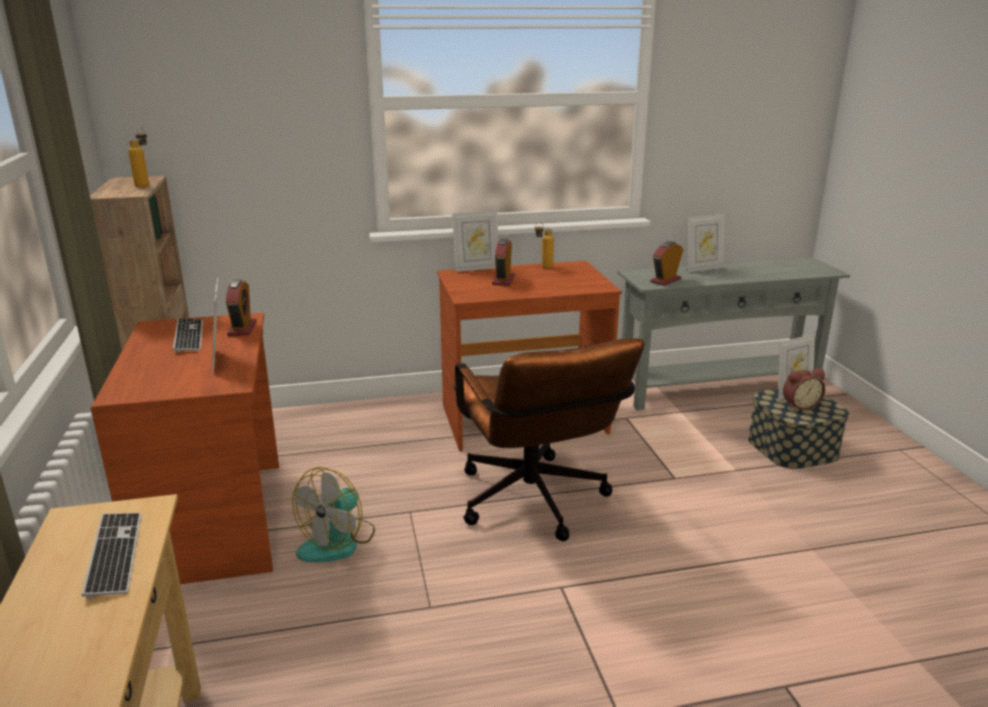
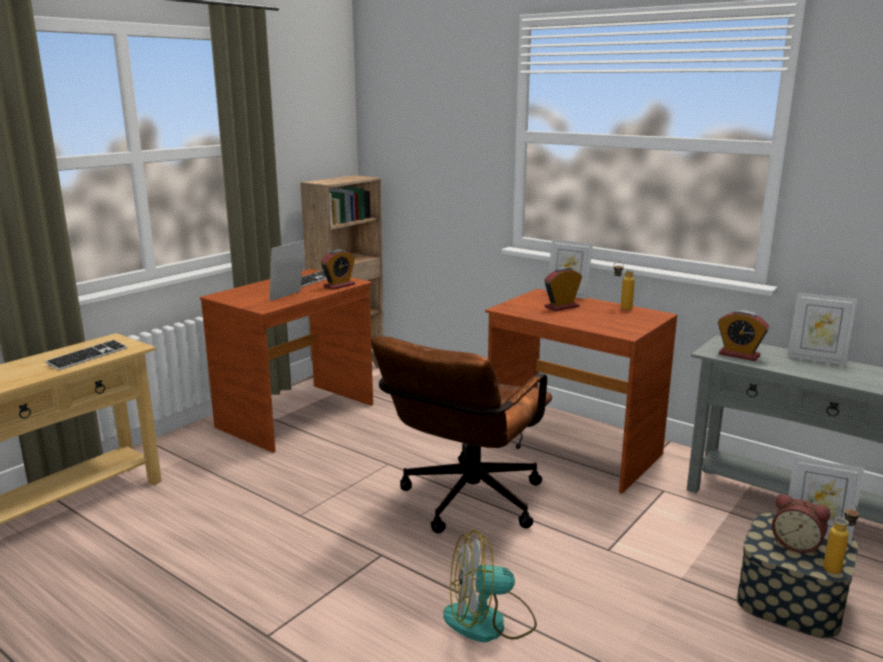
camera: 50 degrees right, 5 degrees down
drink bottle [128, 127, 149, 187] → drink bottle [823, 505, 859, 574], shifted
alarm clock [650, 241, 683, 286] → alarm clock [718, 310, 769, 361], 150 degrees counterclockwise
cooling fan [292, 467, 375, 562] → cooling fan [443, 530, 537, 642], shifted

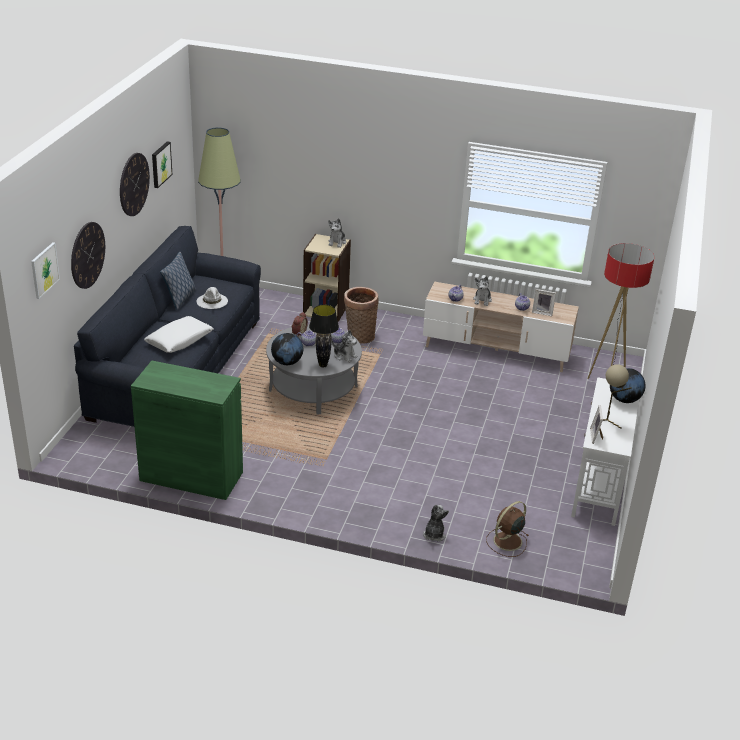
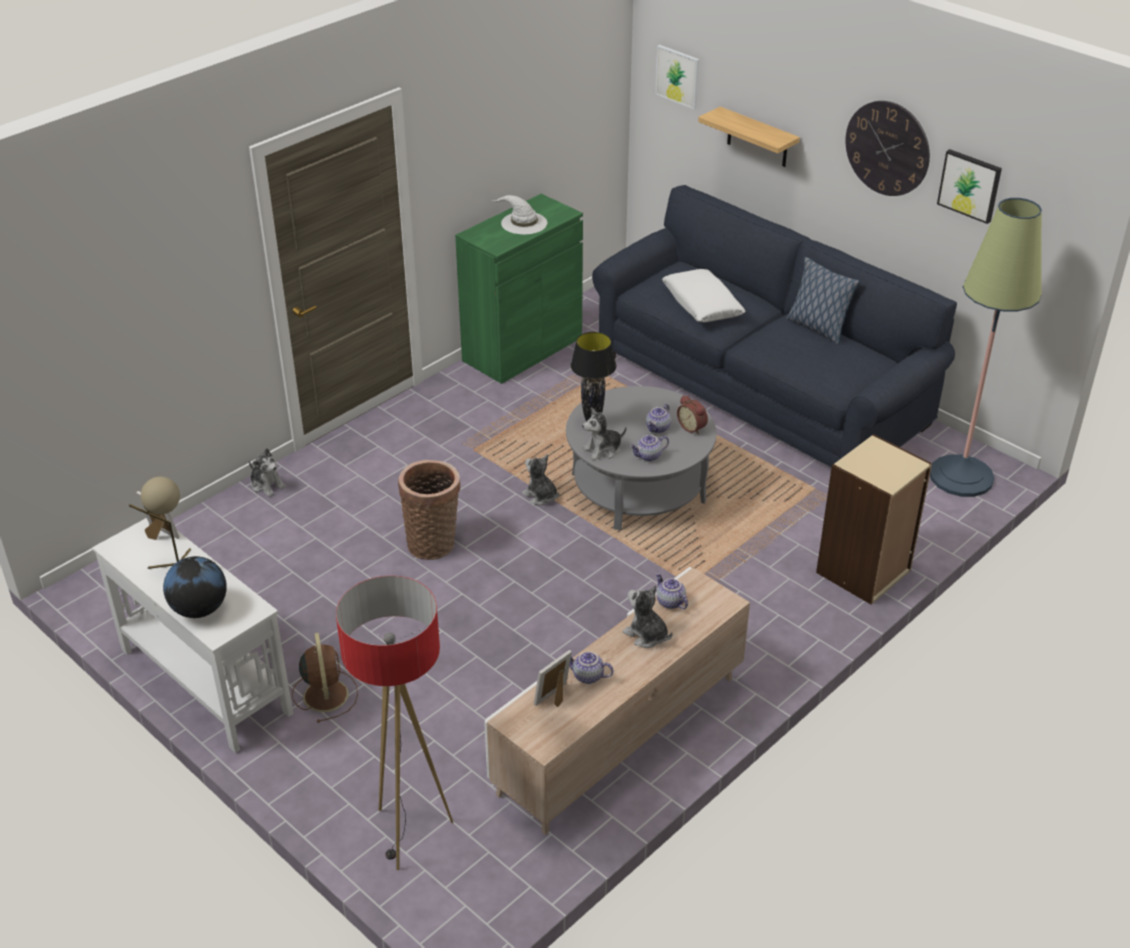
camera: 120 degrees right, 5 degrees up
cuddly toy [328, 218, 346, 248] → cuddly toy [522, 454, 559, 505], shifted
hanging clock [71, 222, 105, 289] → shelf [698, 107, 800, 167]
hat (white) [196, 287, 228, 309] → hat (white) [491, 195, 547, 235], shifted
household basket [344, 287, 379, 344] → household basket [398, 460, 460, 560], shifted
desk globe [271, 333, 303, 365] → -
cooling fan (brown-coloured) [486, 501, 528, 557] → cooling fan (brown-coloured) [292, 633, 358, 723], shifted

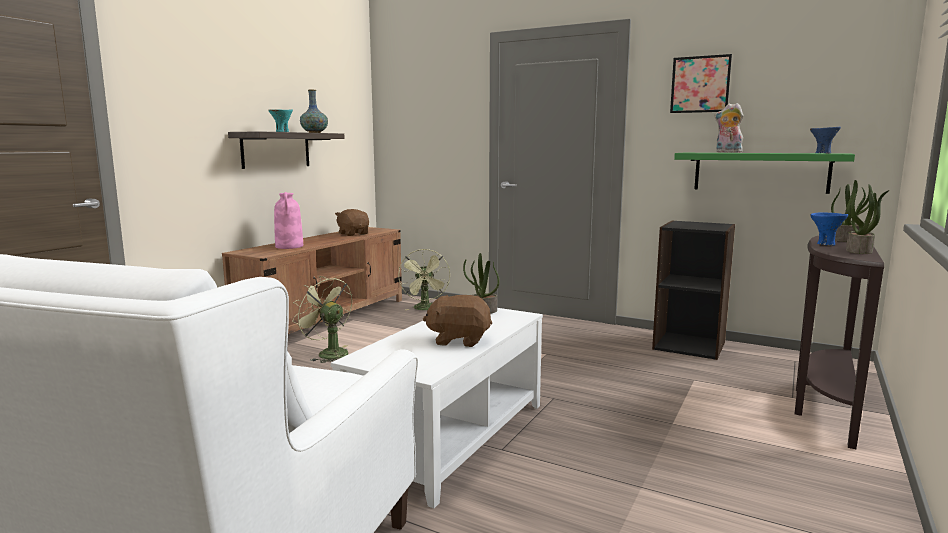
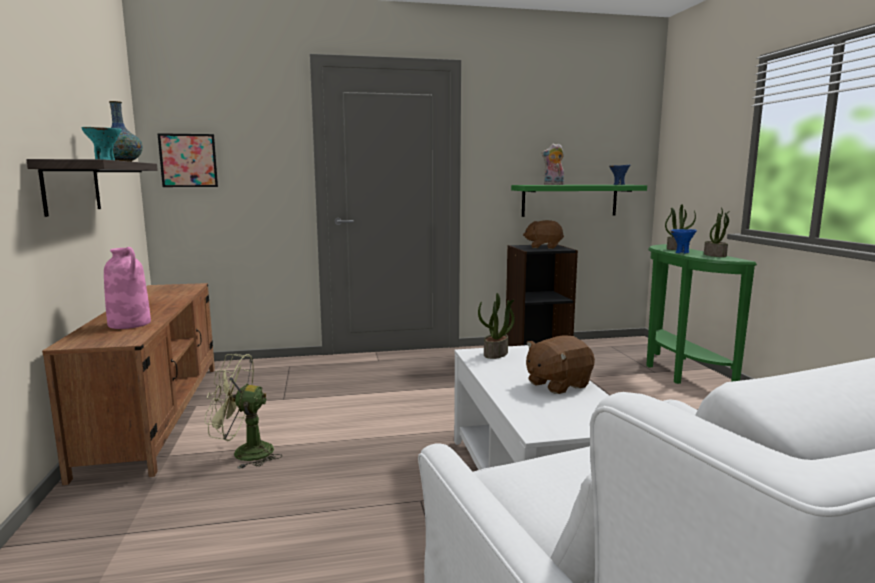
camera: 40 degrees left, 0 degrees up
picture [670, 54, 732, 113] → picture [157, 133, 218, 187], shifted
cuddly toy (brown-coloured) [335, 209, 369, 236] → cuddly toy (brown-coloured) [523, 220, 564, 249], shifted
narrow table (brown-coloured) [795, 236, 884, 449] → narrow table (green-coloured) [646, 244, 757, 384]
cooling fan (green-coloured) [398, 249, 450, 310] → -

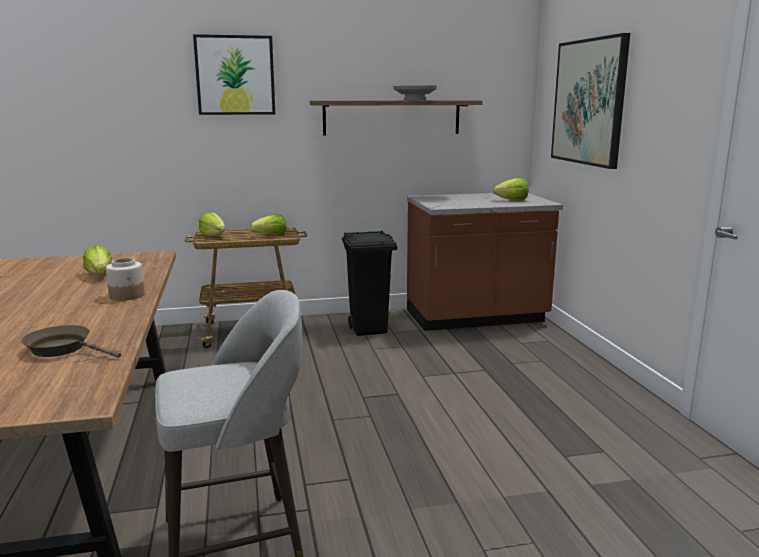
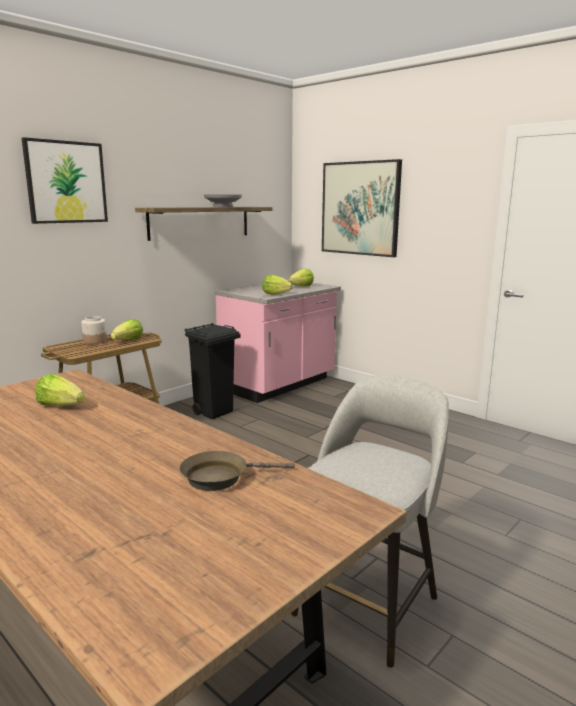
camera: 35 degrees left, 0 degrees up
kitchen base unit (brown-coloured) [407, 193, 563, 331] → kitchen base unit (pink) [215, 280, 341, 403]
lettuce [199, 212, 225, 237] → lettuce [262, 275, 293, 295], shifted
storage jar [106, 258, 145, 301] → storage jar [81, 316, 107, 344], shifted

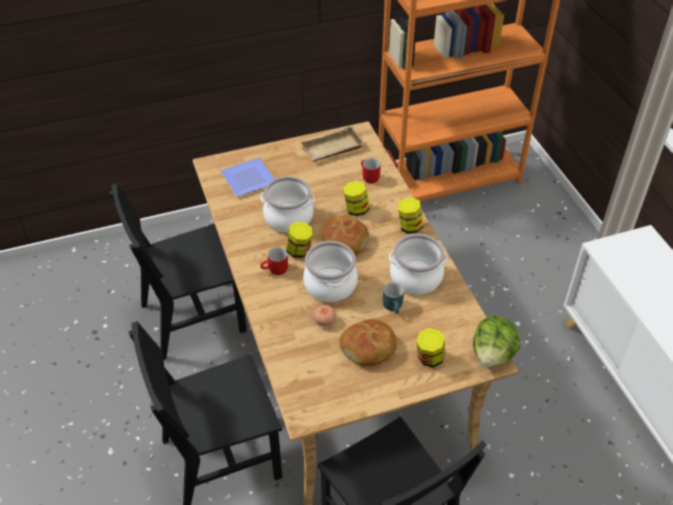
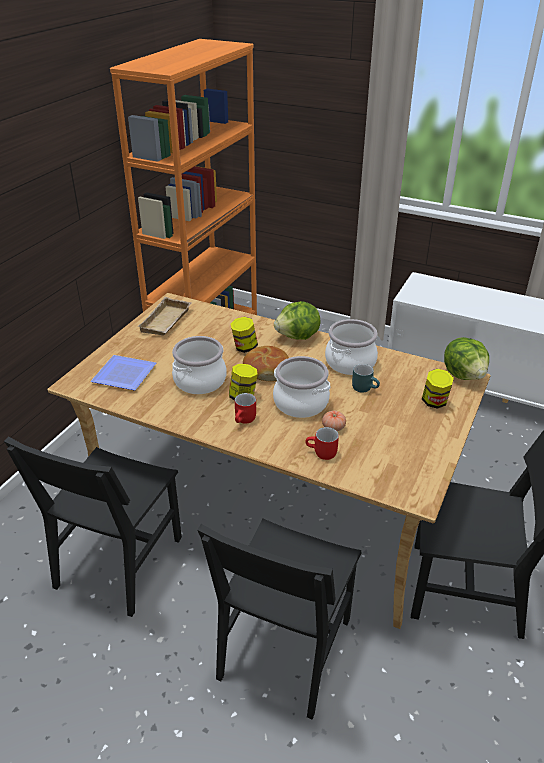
camera: 45 degrees left, 10 degrees down
coffee mug (reddish) [361, 158, 381, 183] → coffee mug (reddish) [305, 427, 339, 460], shifted
storage jar [398, 198, 423, 234] → lettuce [274, 301, 320, 340]
baked bread [340, 319, 396, 366] → -

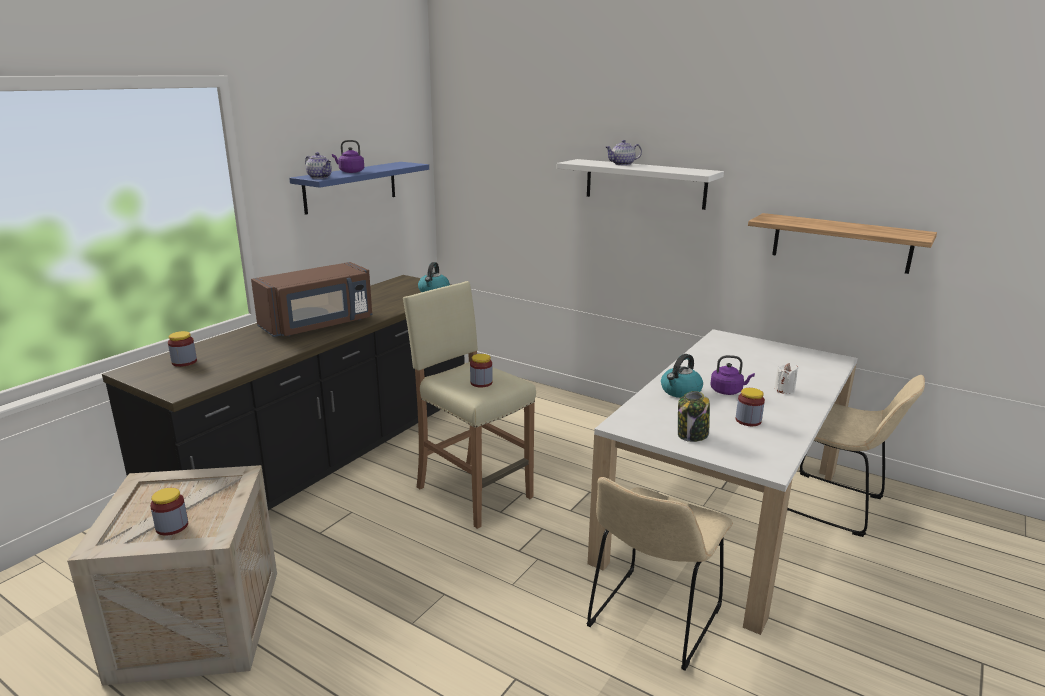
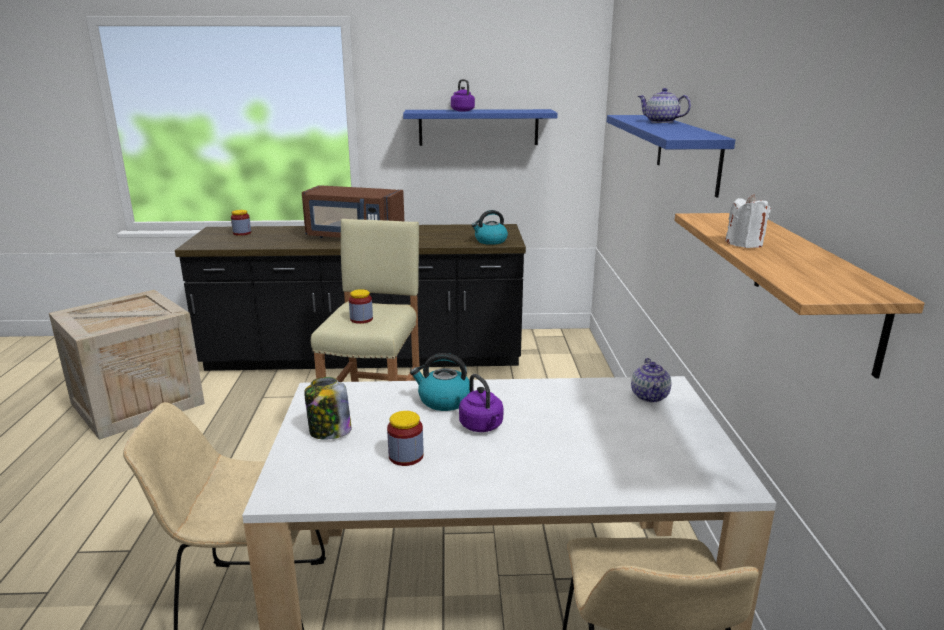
camera: 55 degrees right, 0 degrees up
pot for tea [305, 152, 332, 179] → pot for tea [631, 358, 671, 402], shifted
shelf (white) [557, 159, 724, 210] → shelf (bluish) [607, 115, 735, 198]
wax candle (white) [774, 363, 798, 394] → wax candle (white) [725, 194, 771, 248], shifted
storage jar [150, 488, 188, 536] → -

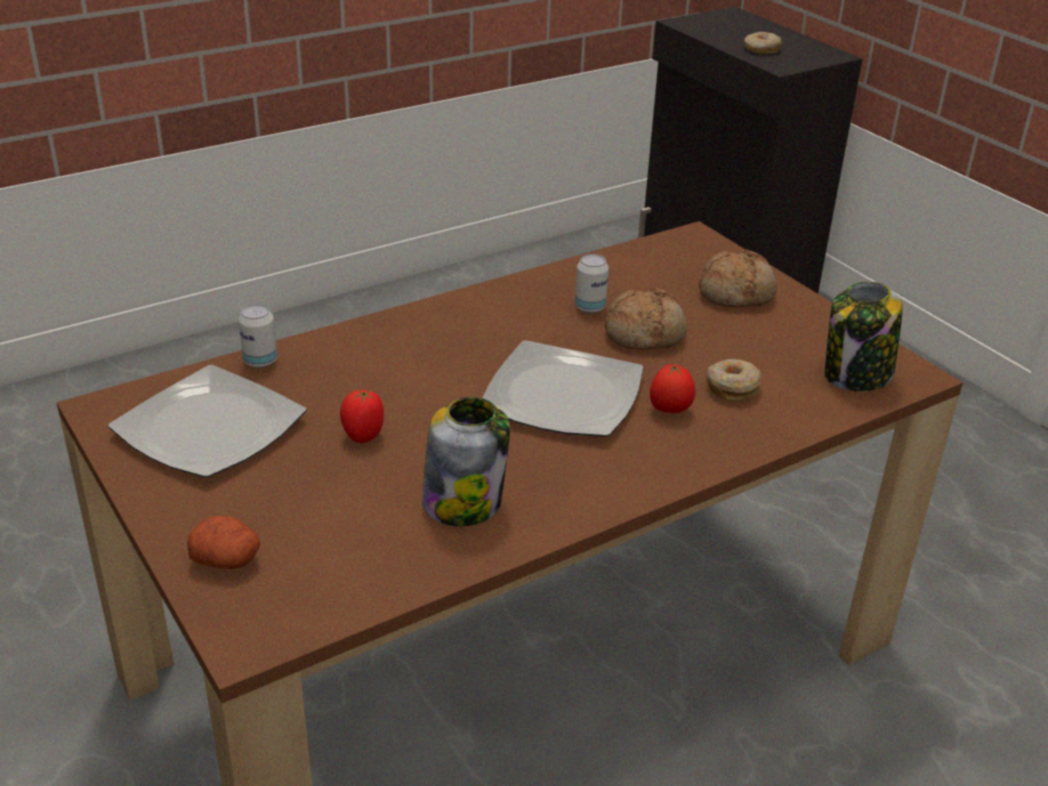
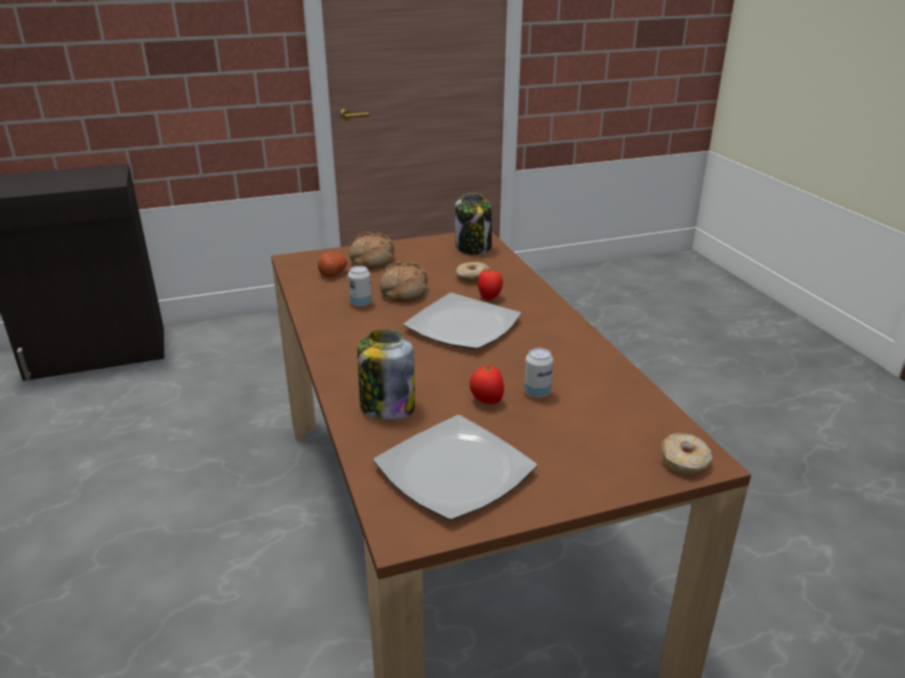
camera: 75 degrees left, 5 degrees down
ring doughnut [744, 32, 782, 54] → ring doughnut [661, 433, 712, 475], shifted
sealed can [238, 304, 277, 368] → sealed can [524, 348, 553, 398], shifted
storage jar [422, 397, 510, 526] → storage jar [358, 329, 415, 420], shifted
spud [187, 516, 260, 569] → spud [318, 252, 347, 277], shifted

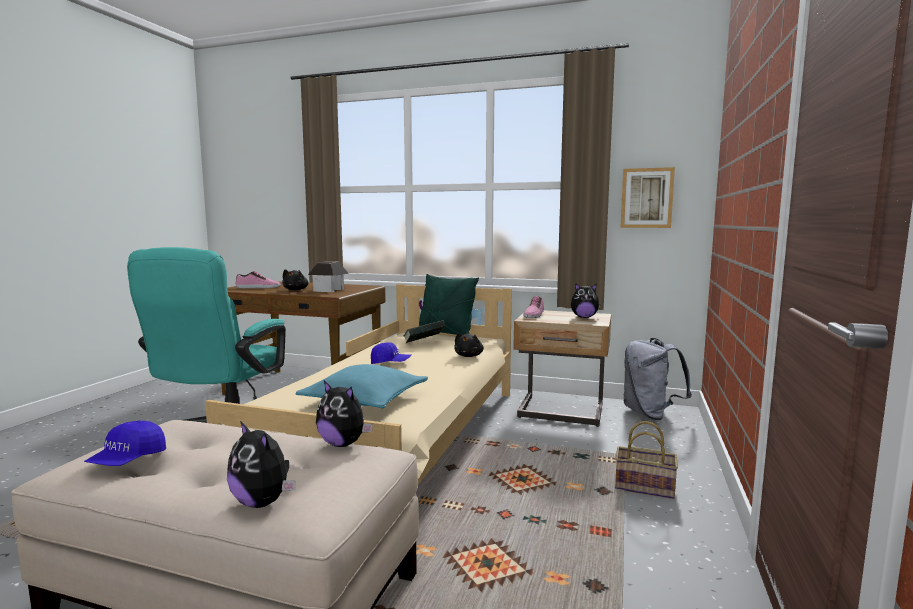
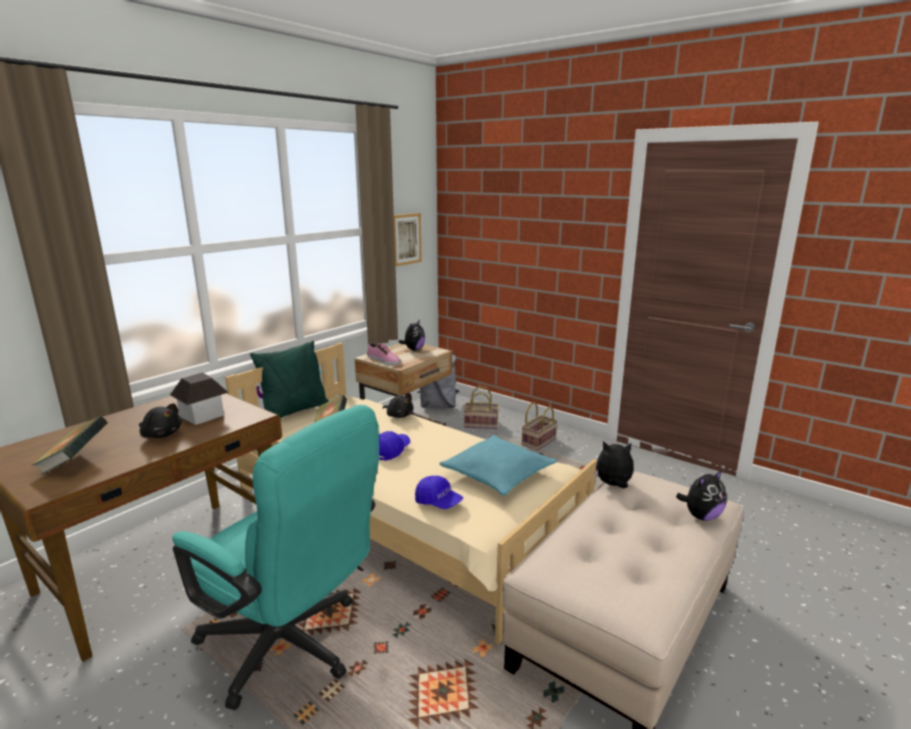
camera: 70 degrees left, 10 degrees up
shoe [236, 271, 281, 288] → book [31, 416, 108, 475]
cuddly toy [316, 381, 373, 447] → cuddly toy [594, 441, 634, 488], 135 degrees counterclockwise
peaked cap (bluish) [84, 420, 166, 466] → peaked cap (bluish) [415, 476, 463, 509], shifted
- → household basket [464, 386, 499, 429]

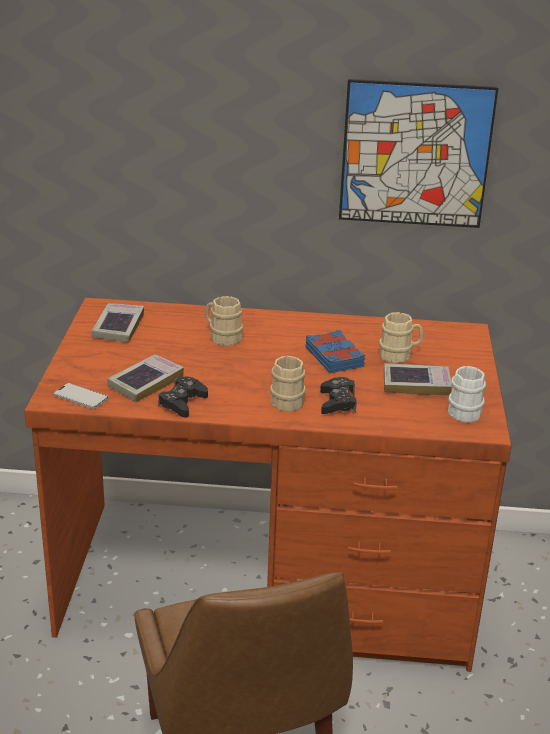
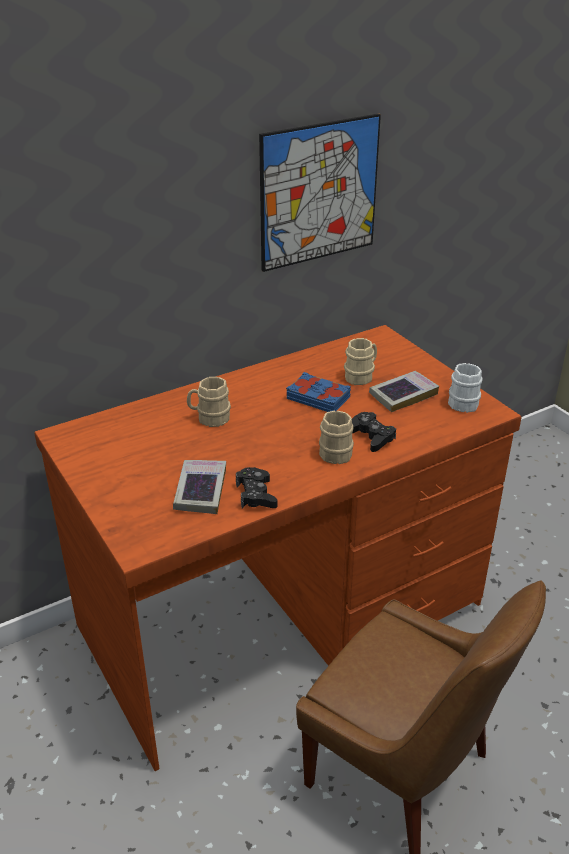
camera: 35 degrees left, 5 degrees up
book [91, 303, 144, 343] → -
handset [54, 383, 108, 409] → -

